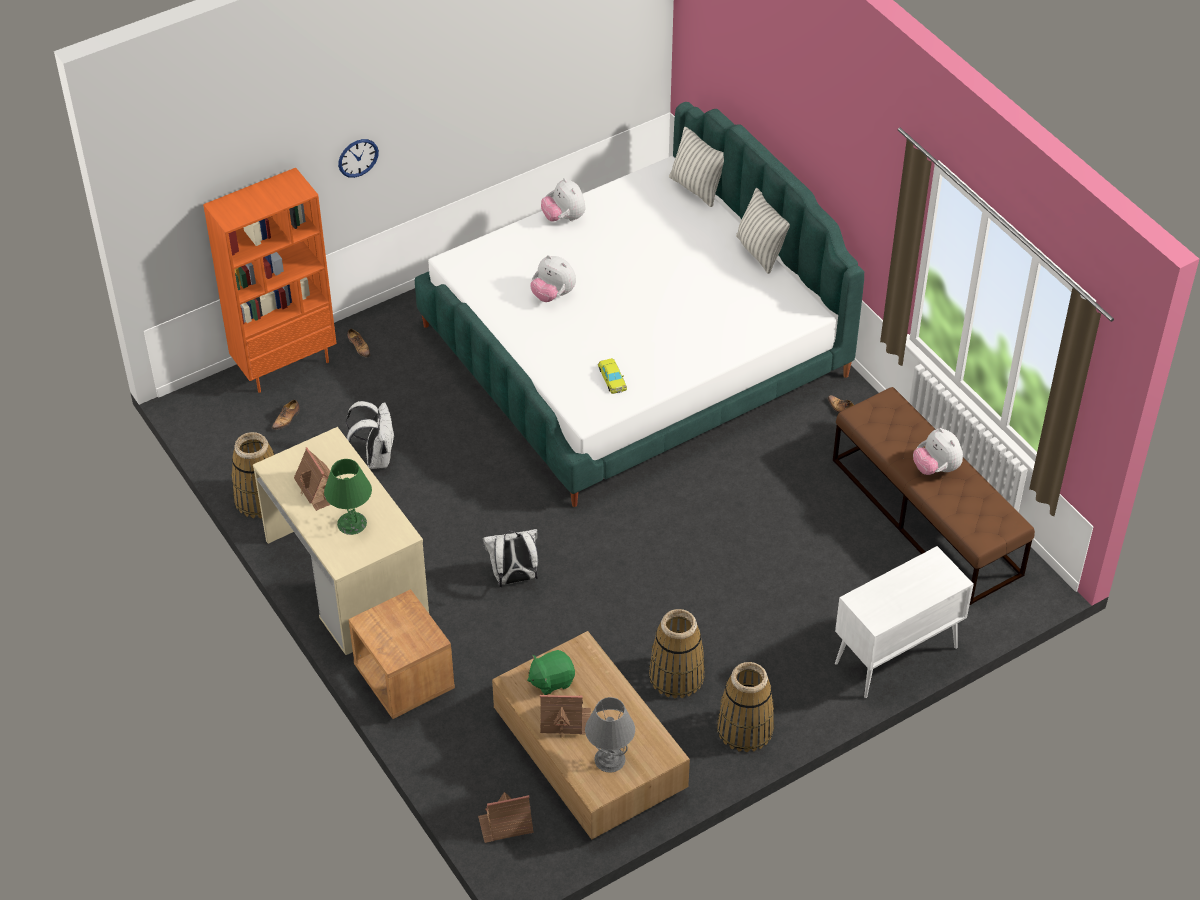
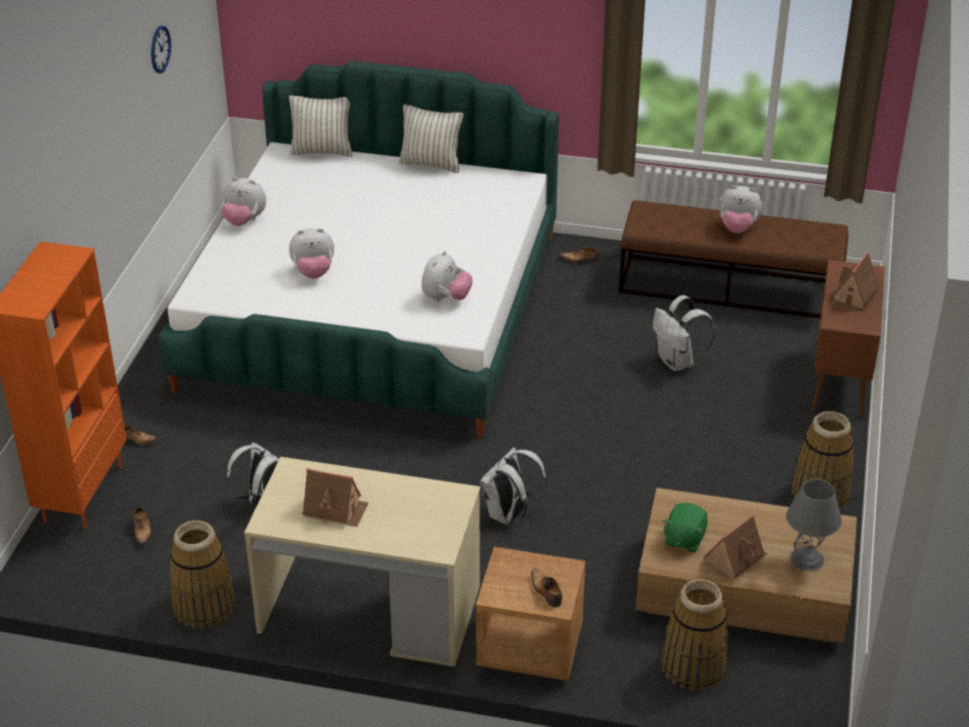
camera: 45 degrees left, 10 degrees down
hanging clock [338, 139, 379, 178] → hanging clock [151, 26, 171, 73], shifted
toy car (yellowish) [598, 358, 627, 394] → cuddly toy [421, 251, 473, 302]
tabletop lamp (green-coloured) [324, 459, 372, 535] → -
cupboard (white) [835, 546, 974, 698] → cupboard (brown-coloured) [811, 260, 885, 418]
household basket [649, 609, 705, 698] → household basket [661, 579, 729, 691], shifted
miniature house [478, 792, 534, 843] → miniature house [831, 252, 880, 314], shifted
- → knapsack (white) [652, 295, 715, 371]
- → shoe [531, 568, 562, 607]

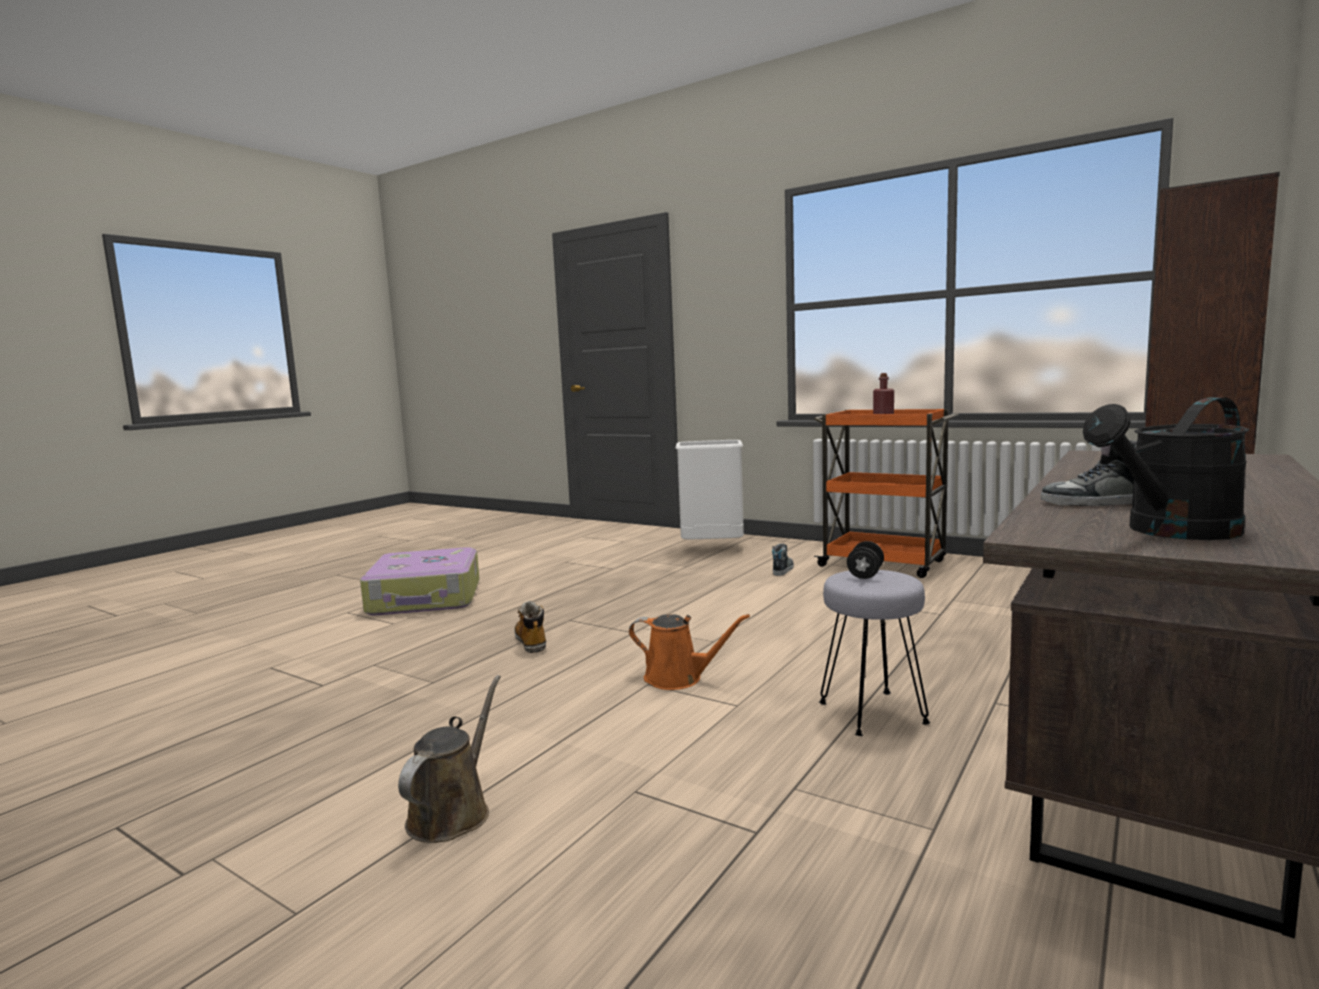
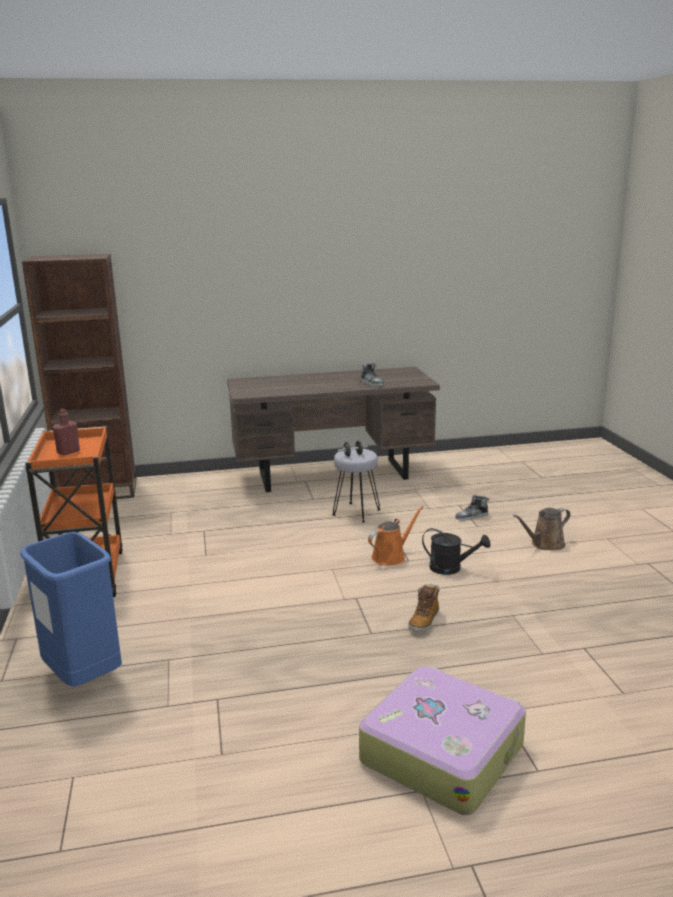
camera: 135 degrees left, 10 degrees up
watering pot (blackish) [1083, 397, 1249, 540] → watering pot (blackish) [422, 528, 490, 575], shifted
rubbish bin (white) [675, 440, 744, 539] → rubbish bin (bluish) [20, 532, 122, 687]
shoe [772, 544, 794, 576] → shoe [455, 495, 489, 521], shifted
watering pot (orange) [629, 614, 750, 690] → watering pot (orange) [368, 506, 424, 565], 75 degrees clockwise

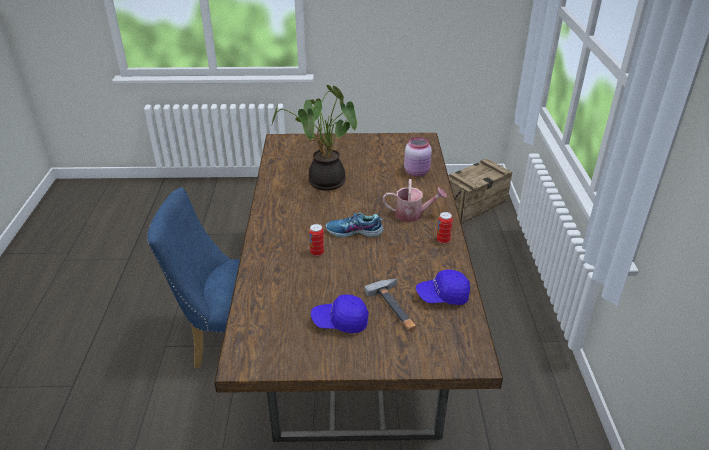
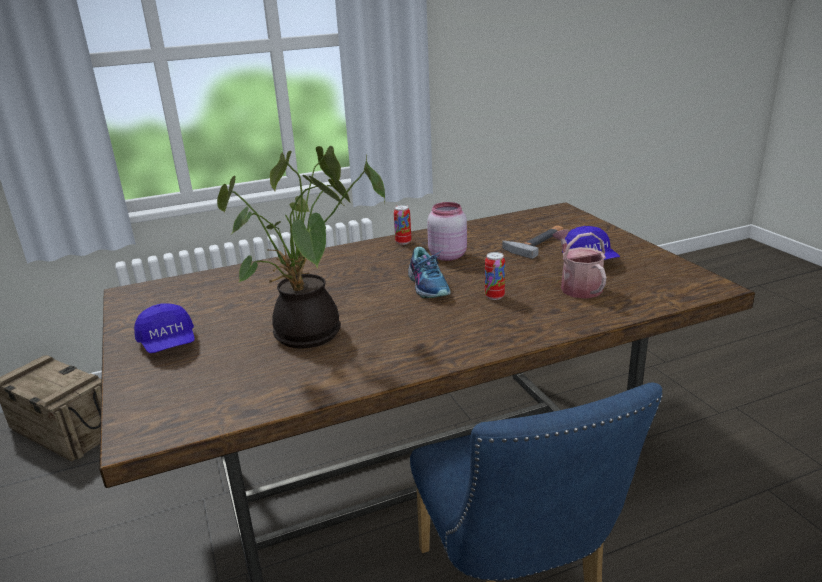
camera: 110 degrees left, 10 degrees down
storage jar (pink) [404, 137, 432, 177] → storage jar (pink) [427, 202, 467, 261], shifted
watering pot [383, 179, 447, 222] → watering pot [553, 230, 607, 299], shifted
peaked cap (bluish) [416, 270, 470, 305] → peaked cap (bluish) [134, 303, 195, 353], shifted

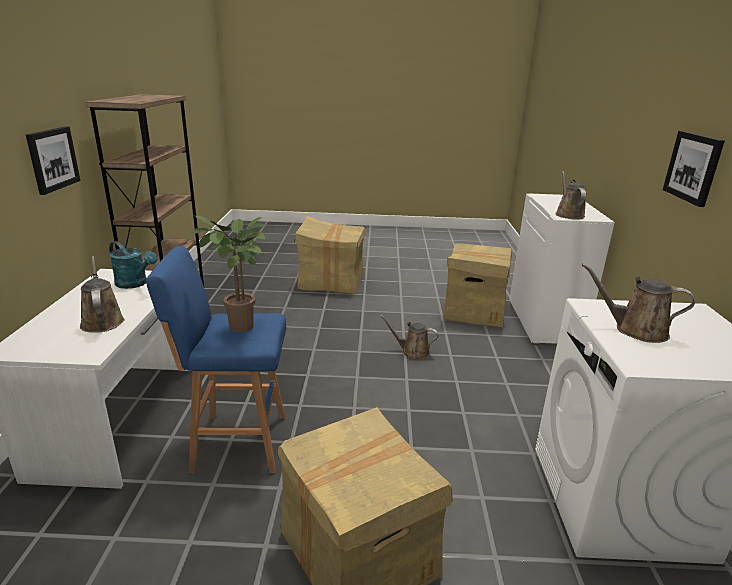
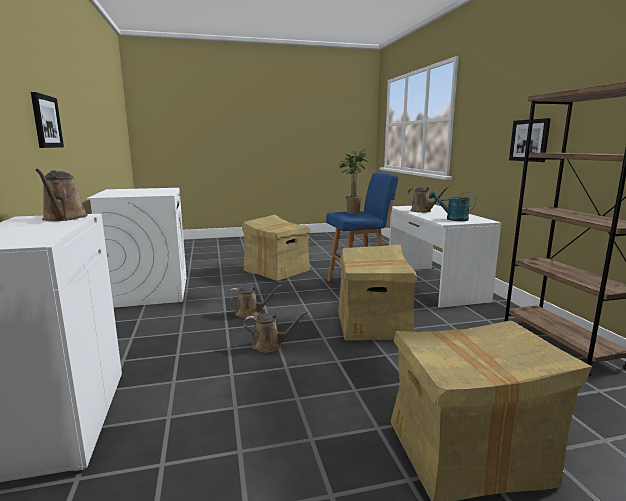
camera: 165 degrees right, 10 degrees down
cardboard box [443, 243, 512, 328] → cardboard box [338, 245, 417, 341], shifted
watering pot (brown-coloured) [582, 263, 695, 343] → watering pot (brown-coloured) [228, 285, 281, 319], shifted

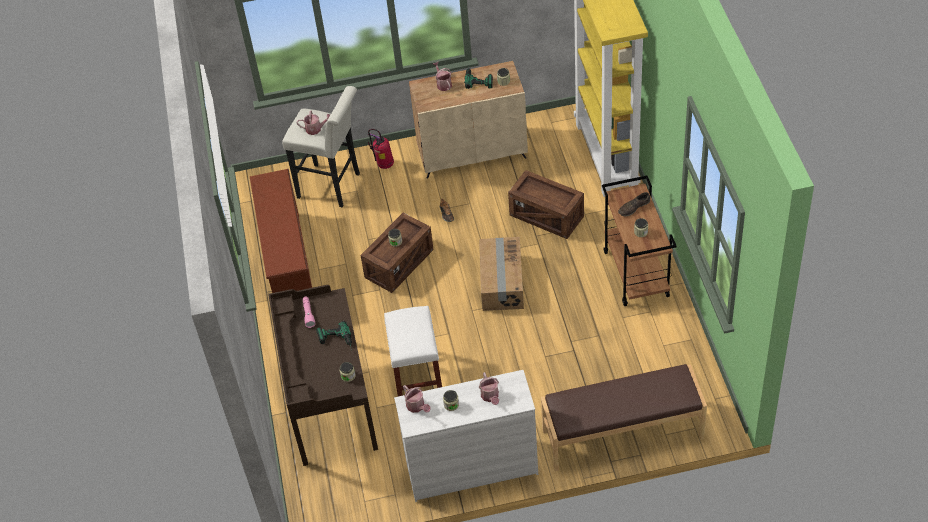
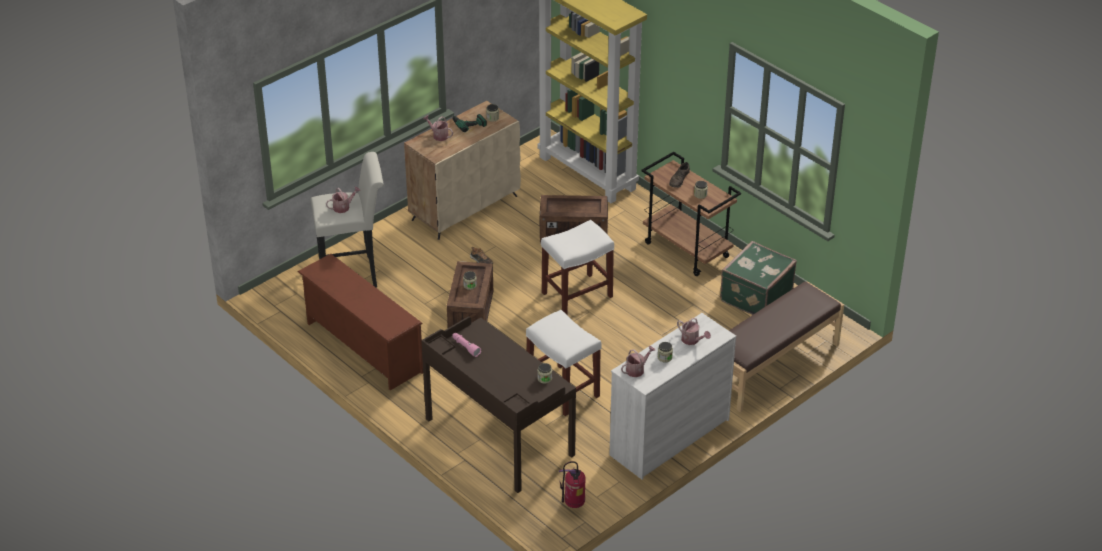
camera: 35 degrees left, 10 degrees down
extinguisher [368, 129, 394, 169] → extinguisher [559, 461, 585, 508], shifted
cardboard box [479, 237, 524, 311] → stool (white) [541, 220, 614, 315]
drill [316, 321, 352, 350] → -
watering pot [403, 385, 431, 413] → watering pot [621, 346, 655, 377], 60 degrees counterclockwise
- → suitcase (green-coloured) [720, 241, 797, 315]

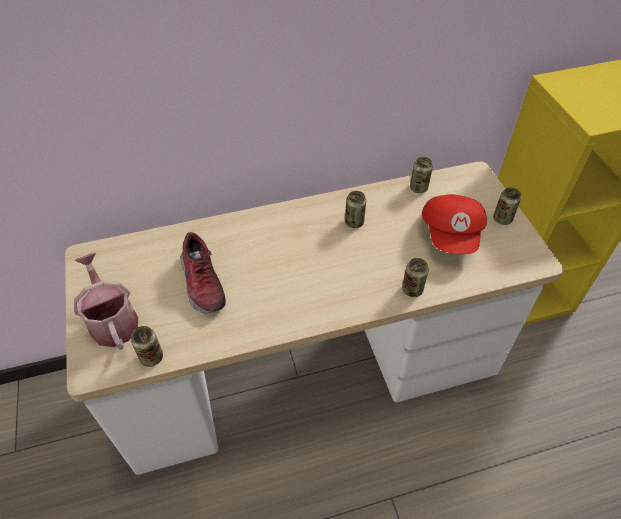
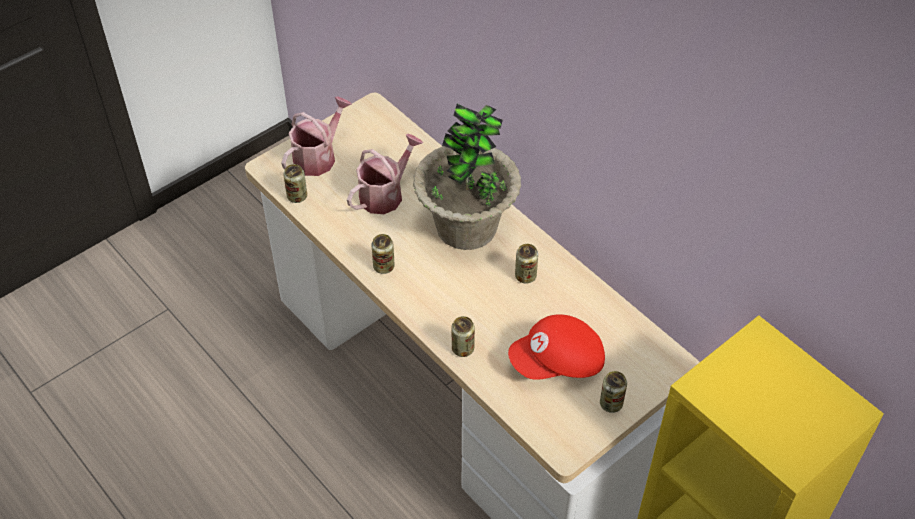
camera: 65 degrees right, 0 degrees up
sealed can [410, 157, 433, 193] → sealed can [371, 234, 395, 274], shifted
shoe [180, 232, 226, 314] → watering pot [347, 134, 423, 214]
- → potted plant [413, 104, 521, 250]

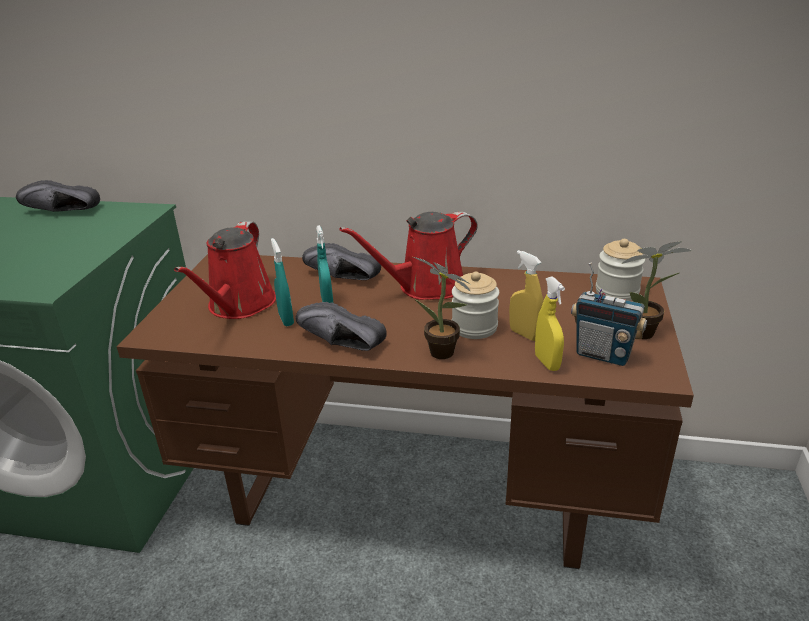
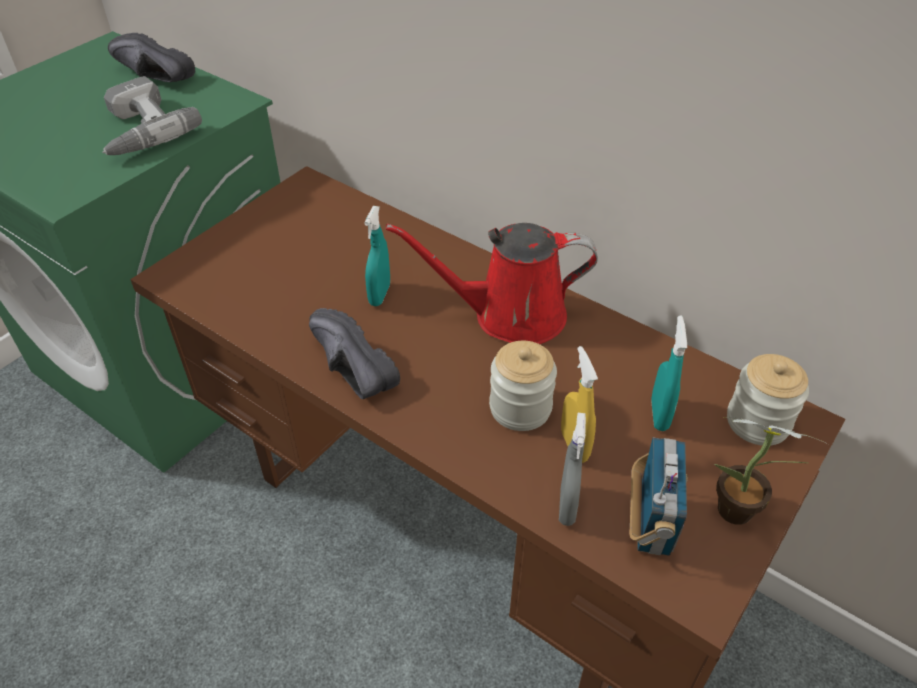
camera: 25 degrees right, 15 degrees up
watering pot (reddish) [174, 222, 276, 319] → -
spray bottle (blue-green) [271, 238, 294, 326] → spray bottle (blue-green) [651, 316, 687, 431], shifted
shoe (blackish) [302, 243, 381, 280] → -
potted plant [413, 257, 470, 359] → -
radio receiver [571, 263, 647, 366] → radio receiver [630, 437, 688, 556], 135 degrees counterclockwise
spray bottle (yellowish) [535, 276, 565, 371] → spray bottle (greyish) [559, 413, 586, 526]
- → drill [102, 76, 202, 155]

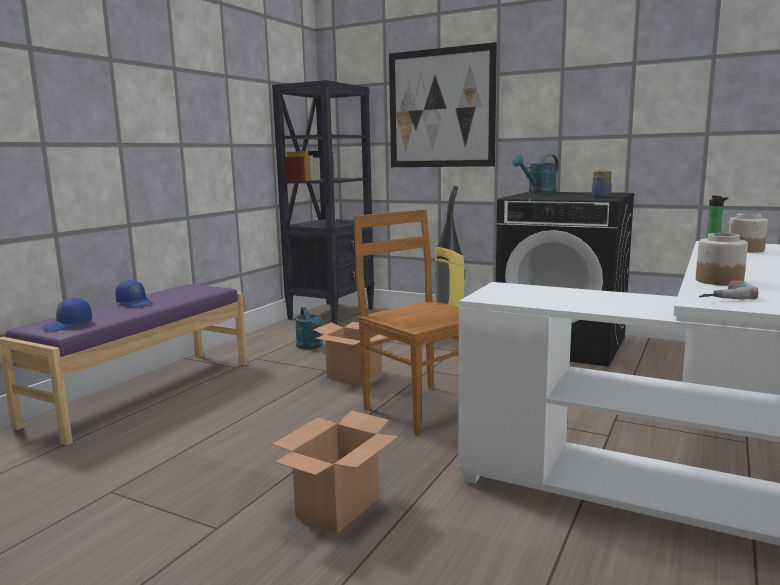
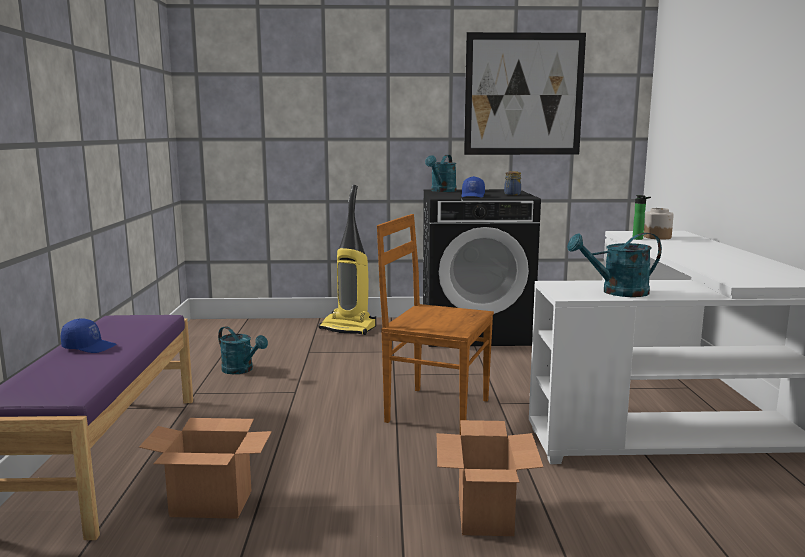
camera: 30 degrees left, 0 degrees up
picture [389, 42, 497, 167] → picture [464, 32, 586, 155], shifted
shelving unit (blackish) [272, 80, 375, 325] → -
storage jar [696, 233, 748, 286] → -
drill [699, 280, 758, 300] → -
peaked cap (bluish) [41, 298, 92, 331] → peaked cap (bluish) [462, 176, 485, 198], shifted
cardboard box [313, 322, 388, 386] → cardboard box [139, 418, 272, 519], shifted
- → watering pot (blue-green) [567, 233, 662, 297]

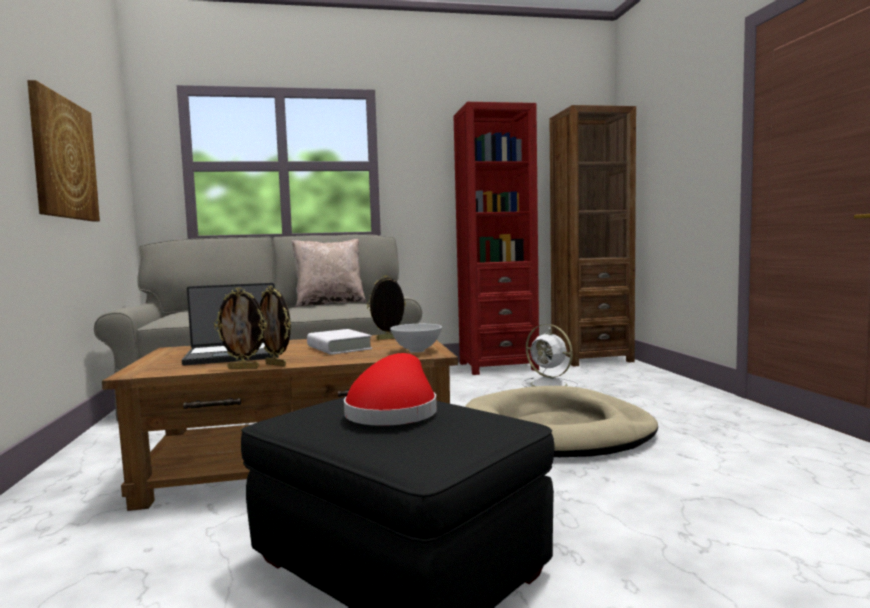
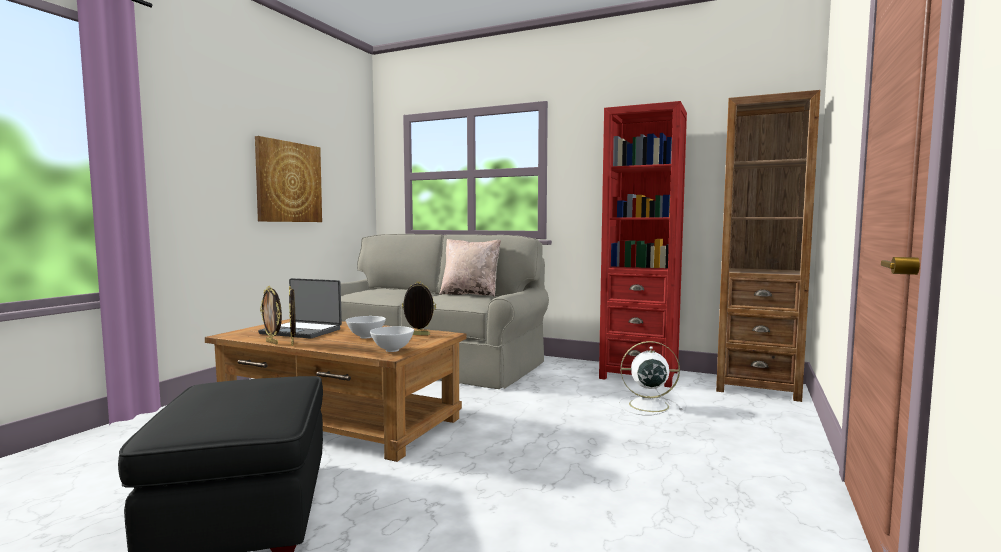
camera: 35 degrees right, 0 degrees up
cooling fan (white) [522, 324, 578, 387] → cooling fan (white) [619, 341, 682, 416], 105 degrees clockwise
book (white) [307, 329, 372, 355] → deep dish (white) [346, 316, 386, 339]
hat (reddish) [344, 353, 437, 426] → -
dog cushion (beige-coloured) [465, 386, 658, 457] → -

